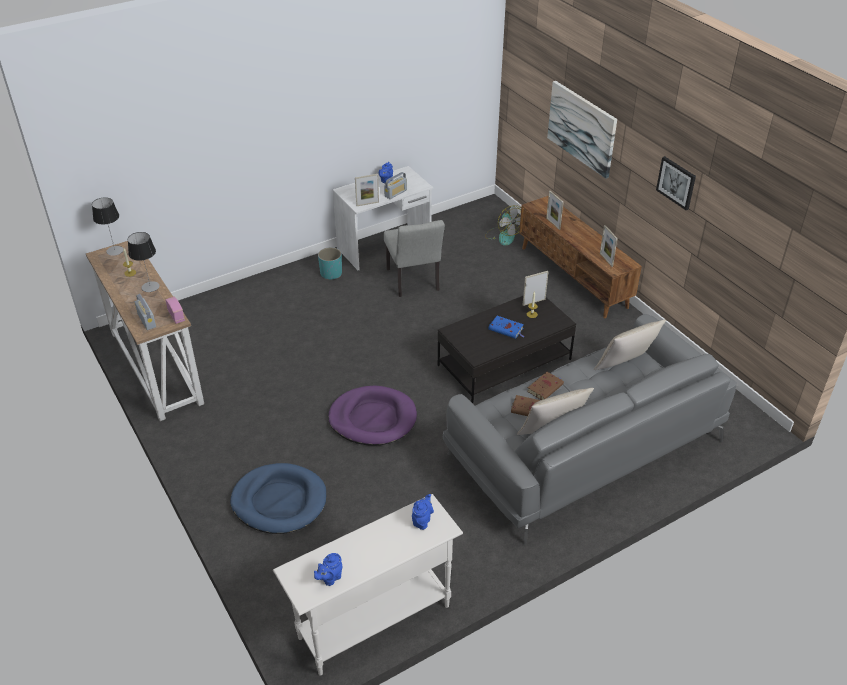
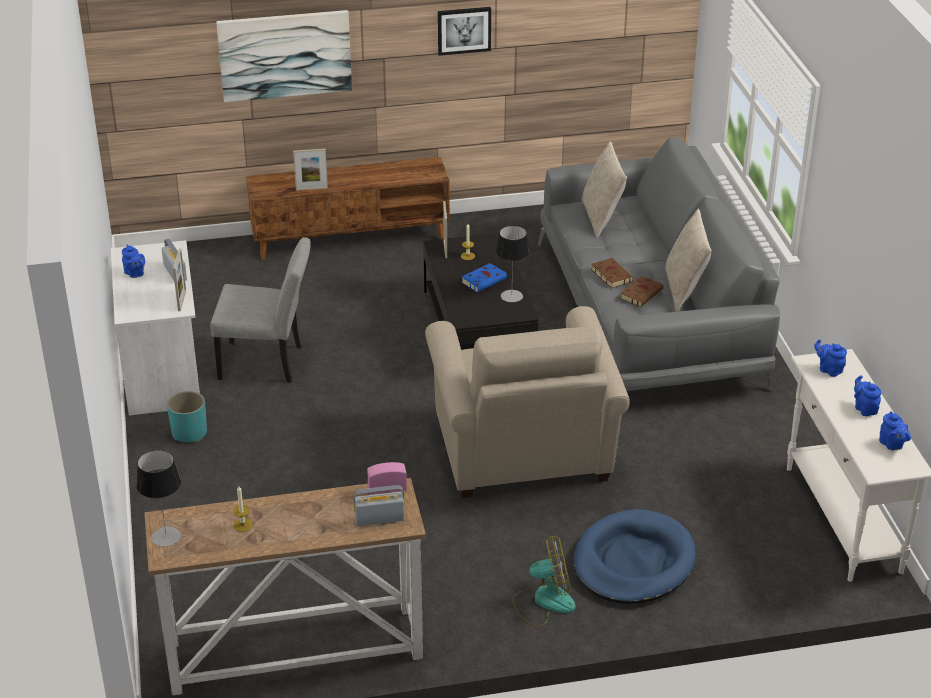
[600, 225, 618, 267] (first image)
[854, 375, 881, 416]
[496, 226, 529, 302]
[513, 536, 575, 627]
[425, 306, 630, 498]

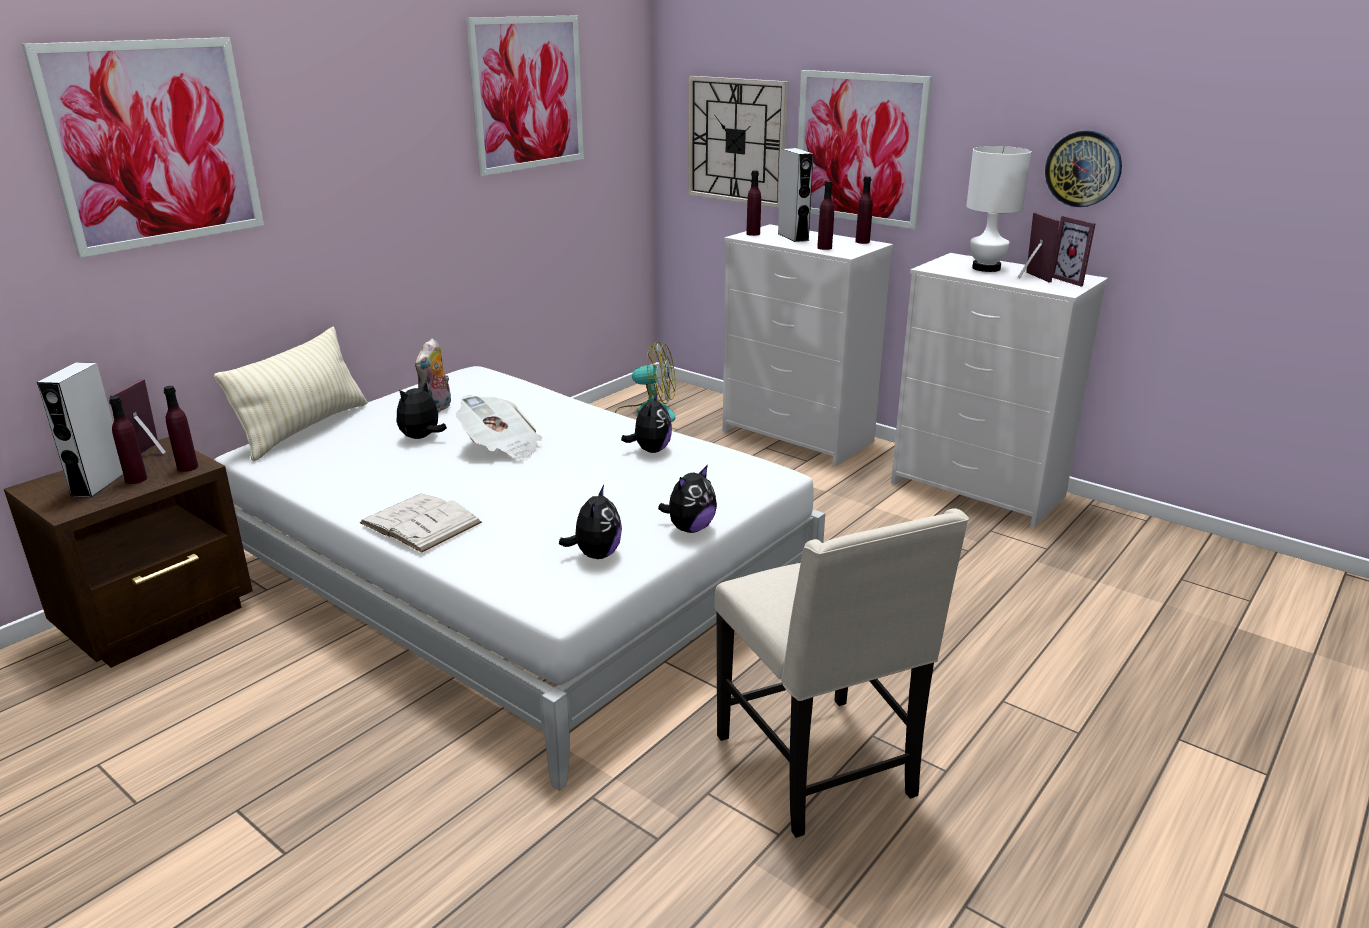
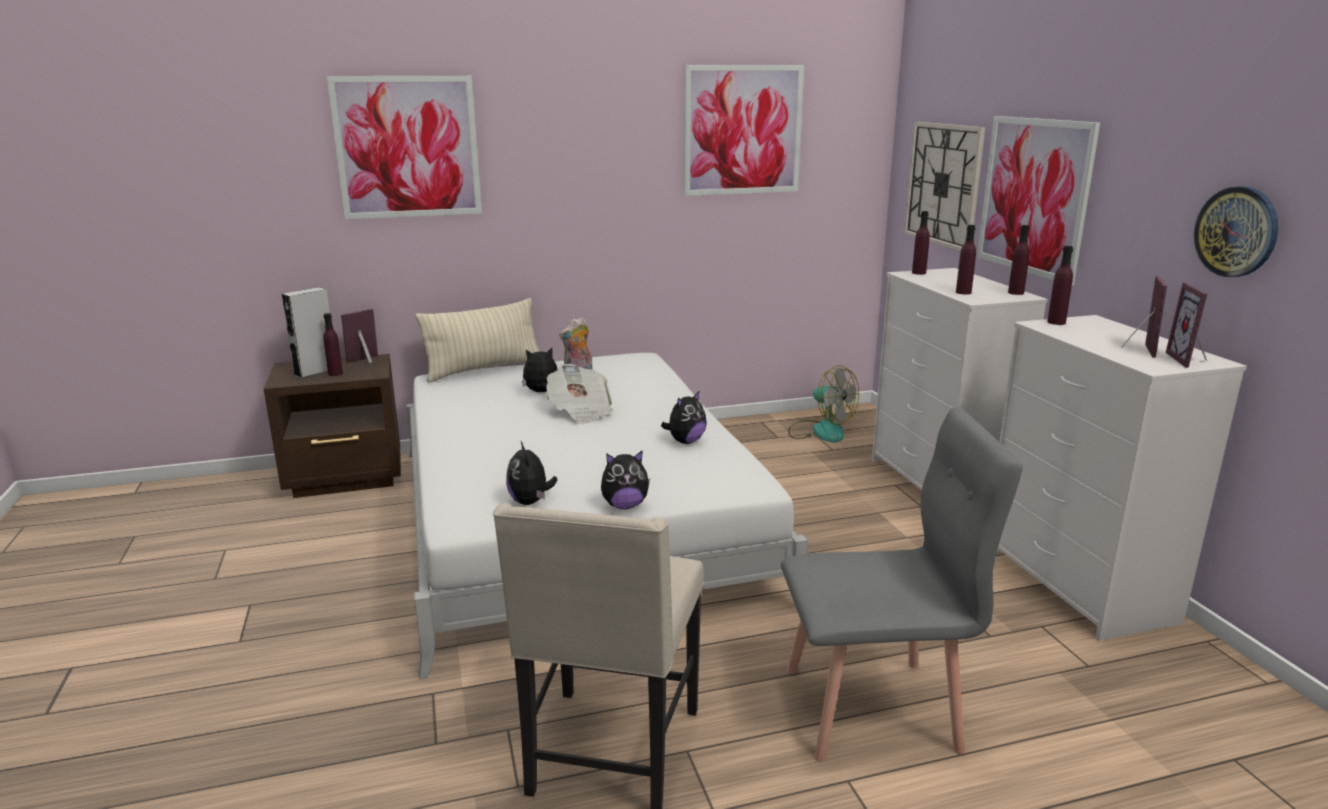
[360, 494, 482, 553] (first image)
[778, 148, 813, 242] (first image)
[966, 146, 1032, 272] (first image)
[781, 407, 1023, 762]
[1047, 246, 1073, 325]
[506, 440, 557, 505]

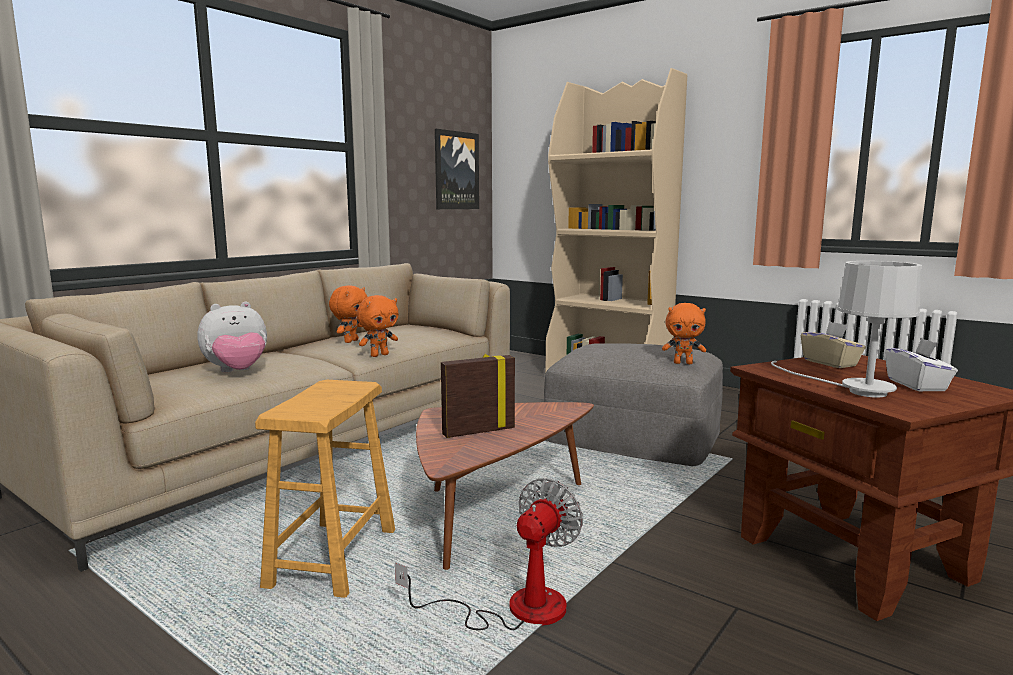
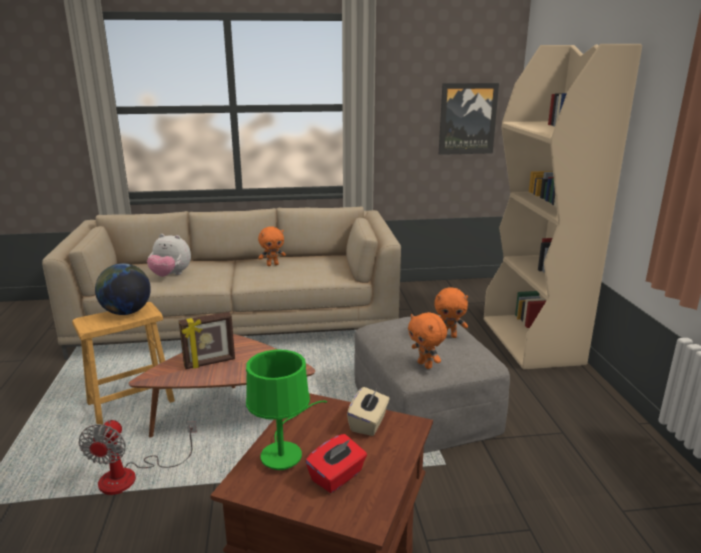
[95, 263, 151, 315]
[434, 287, 468, 338]
[246, 350, 327, 470]
[305, 434, 367, 493]
[78, 419, 197, 495]
[179, 312, 235, 369]

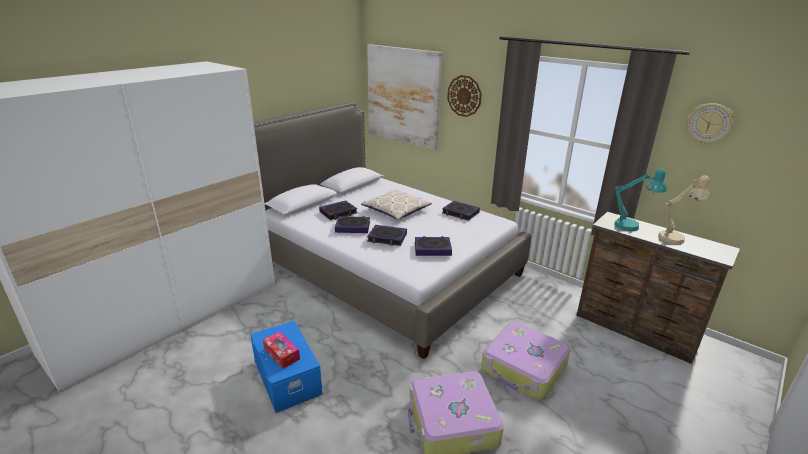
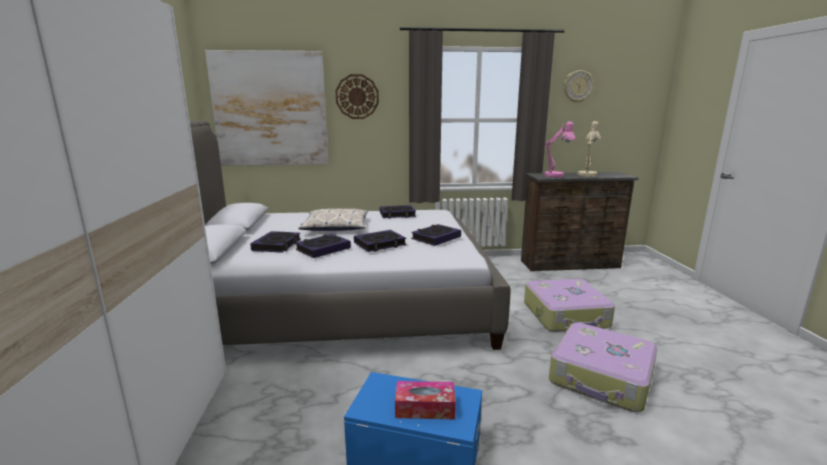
[544, 121, 576, 177]

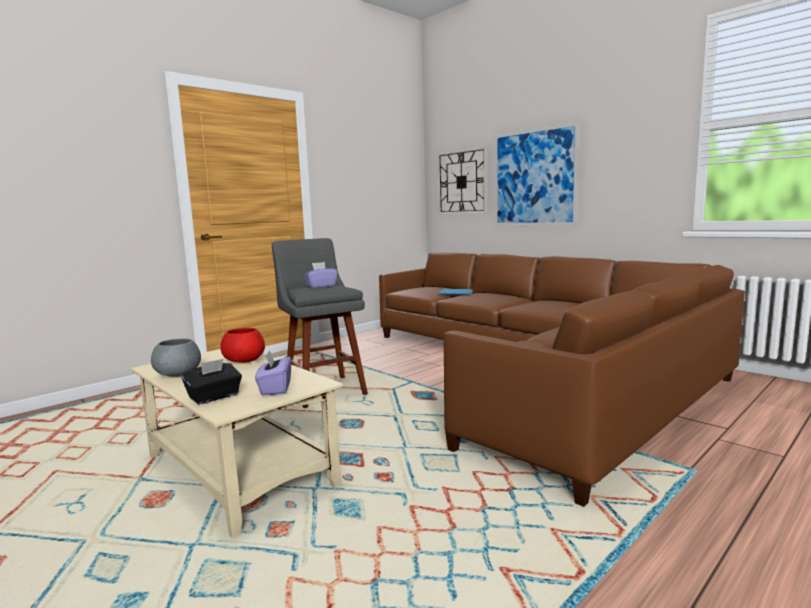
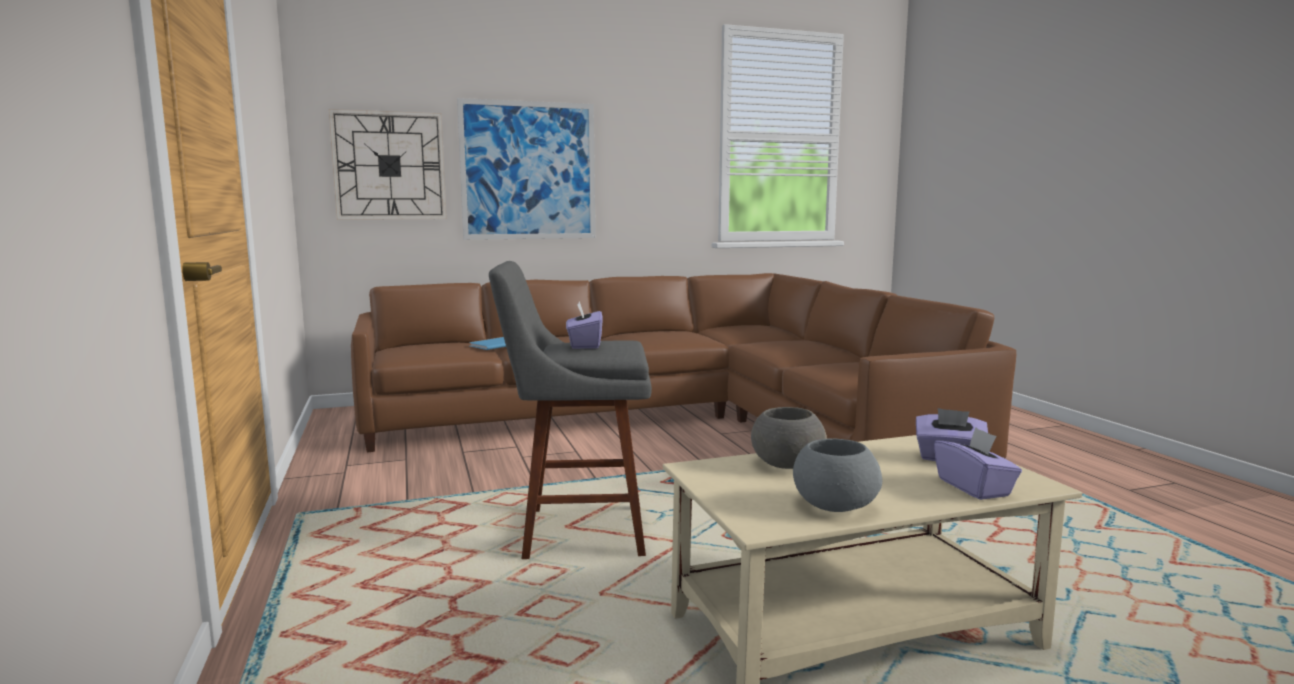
[934, 427, 1022, 500]
[751, 407, 827, 469]

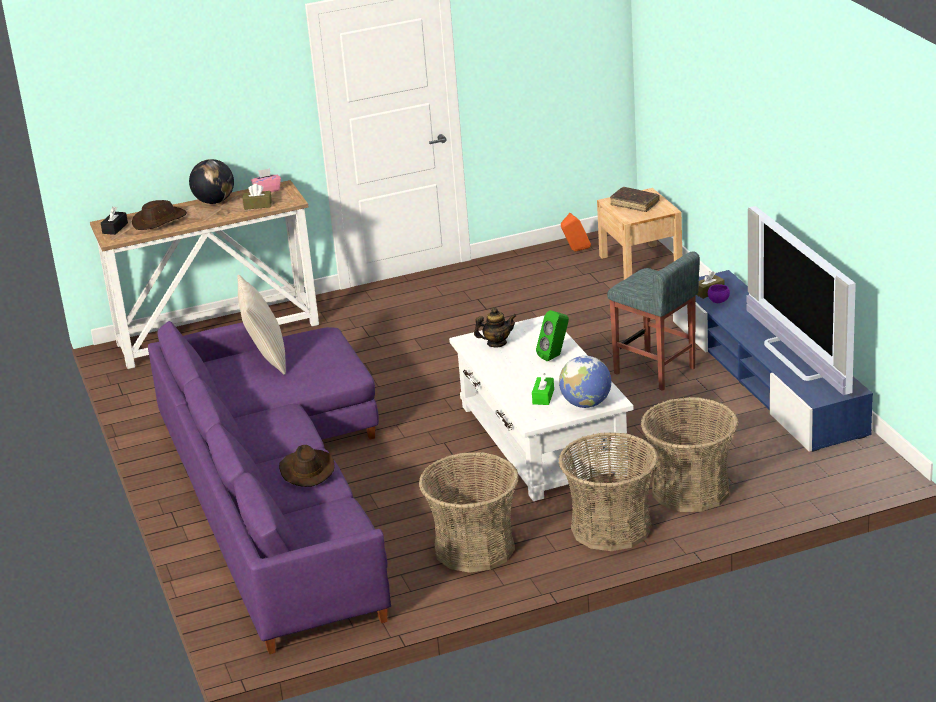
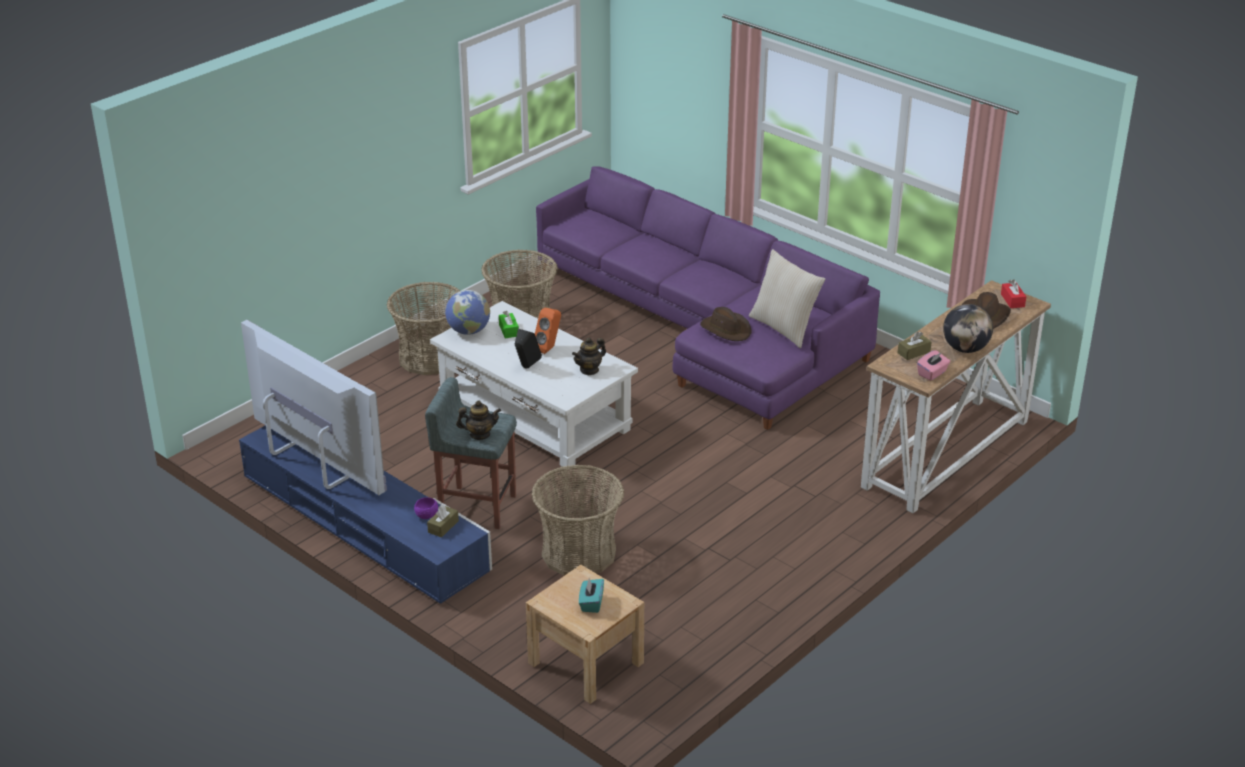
[456, 400, 501, 440]
[700, 307, 751, 341]
[535, 308, 561, 354]
[532, 465, 624, 576]
[579, 578, 604, 613]
[1001, 280, 1026, 308]
[515, 329, 542, 368]

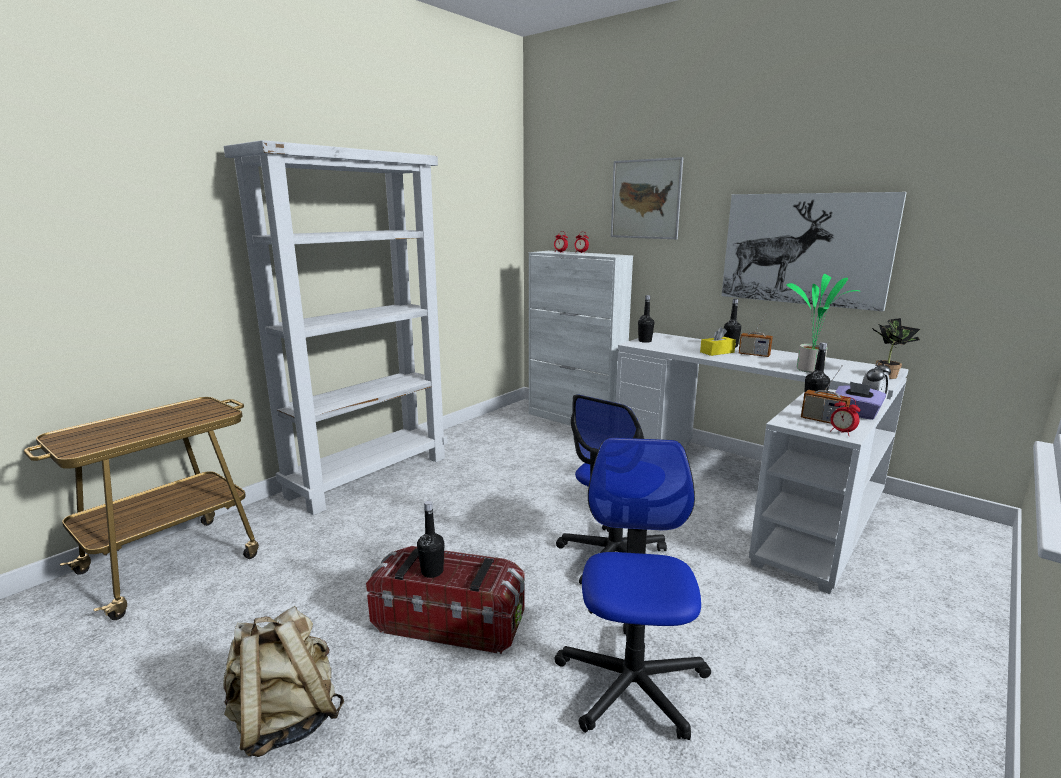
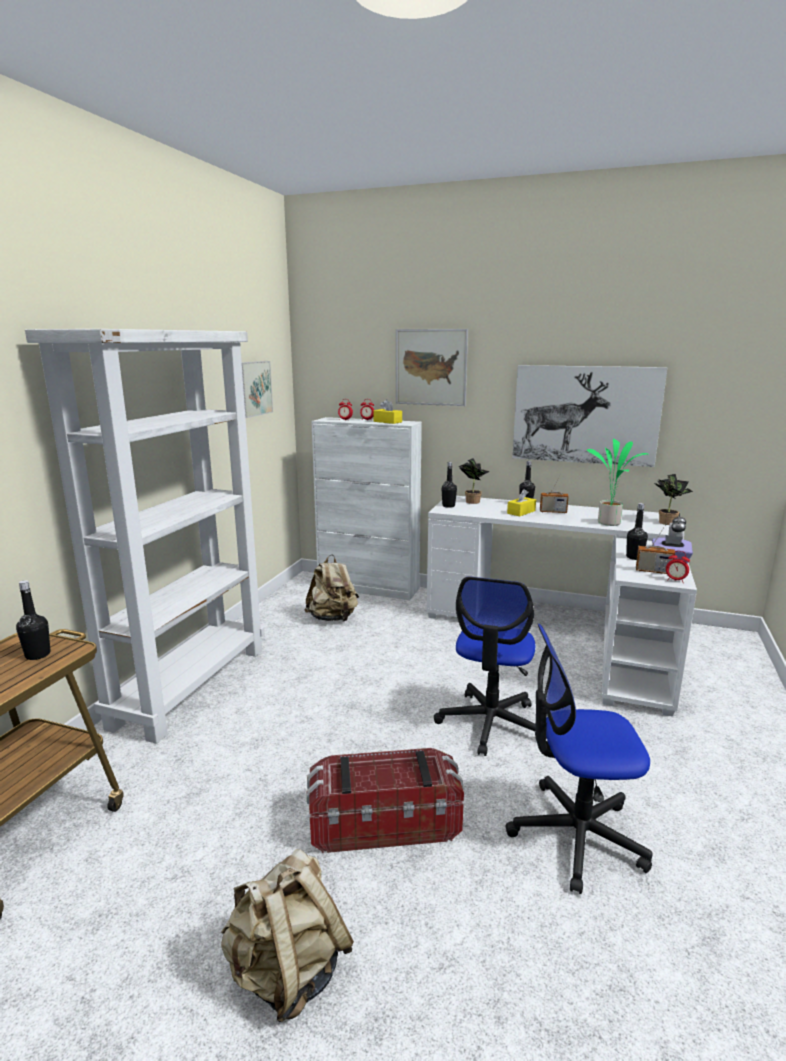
[242, 361, 273, 418]
[304, 554, 359, 621]
[373, 399, 402, 424]
[459, 458, 490, 504]
[16, 580, 51, 660]
[506, 624, 653, 894]

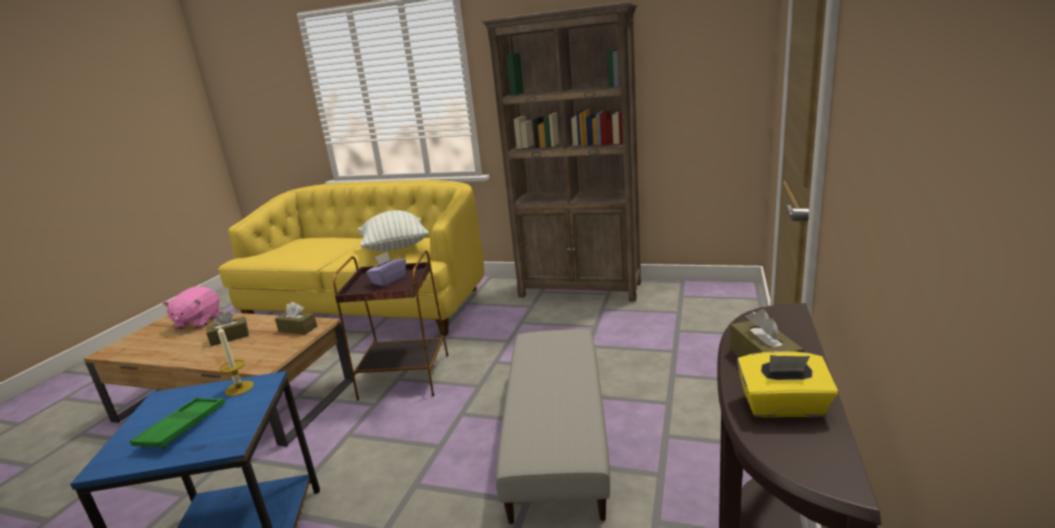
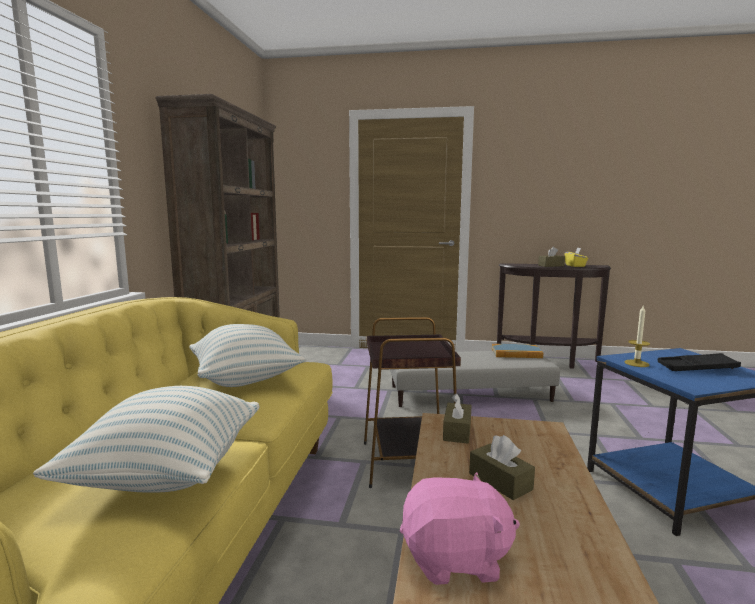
[366, 252, 406, 286] (first image)
[33, 386, 260, 493]
[492, 344, 543, 358]
[658, 353, 741, 371]

